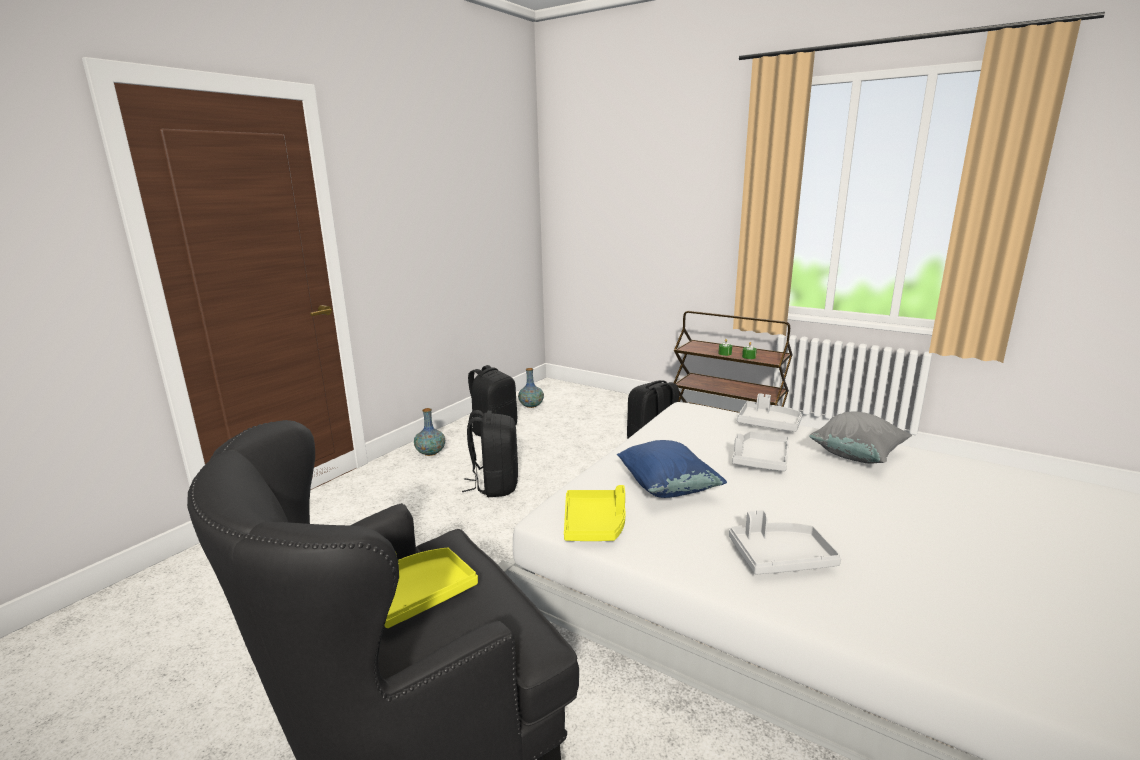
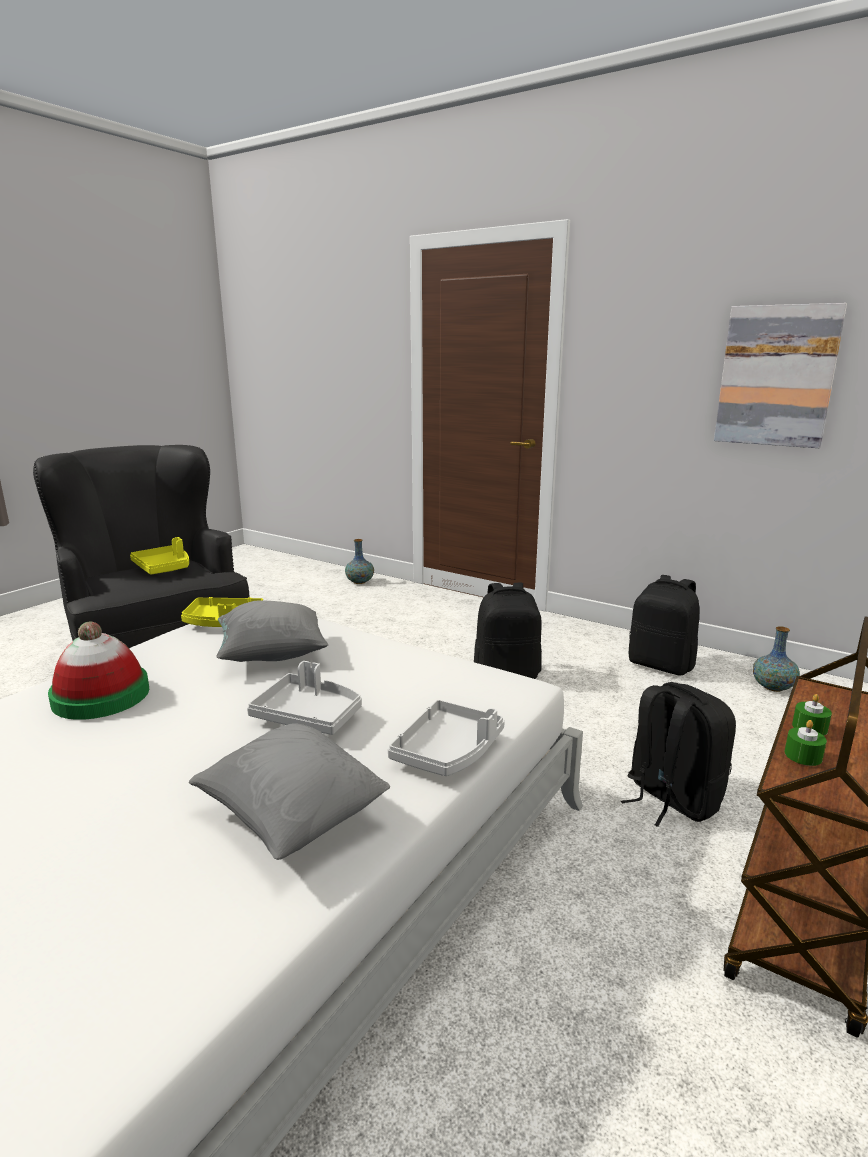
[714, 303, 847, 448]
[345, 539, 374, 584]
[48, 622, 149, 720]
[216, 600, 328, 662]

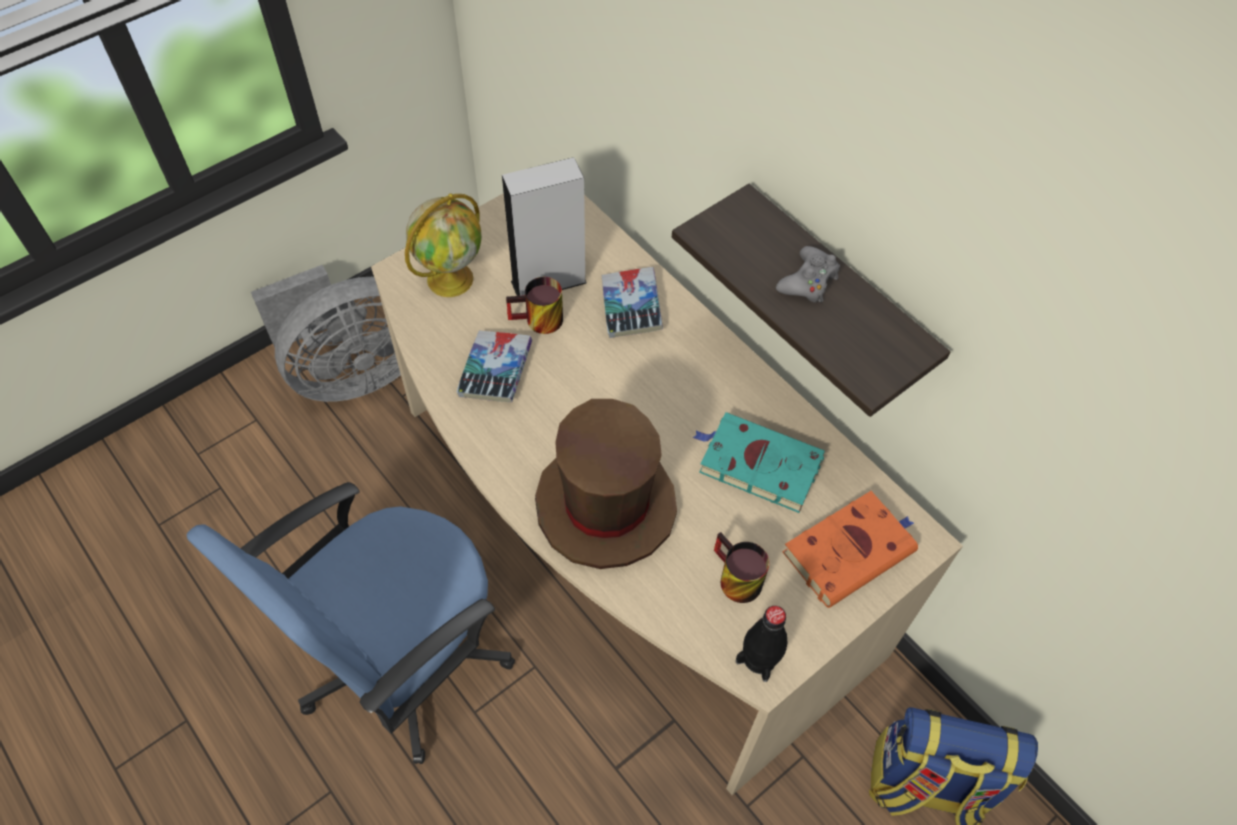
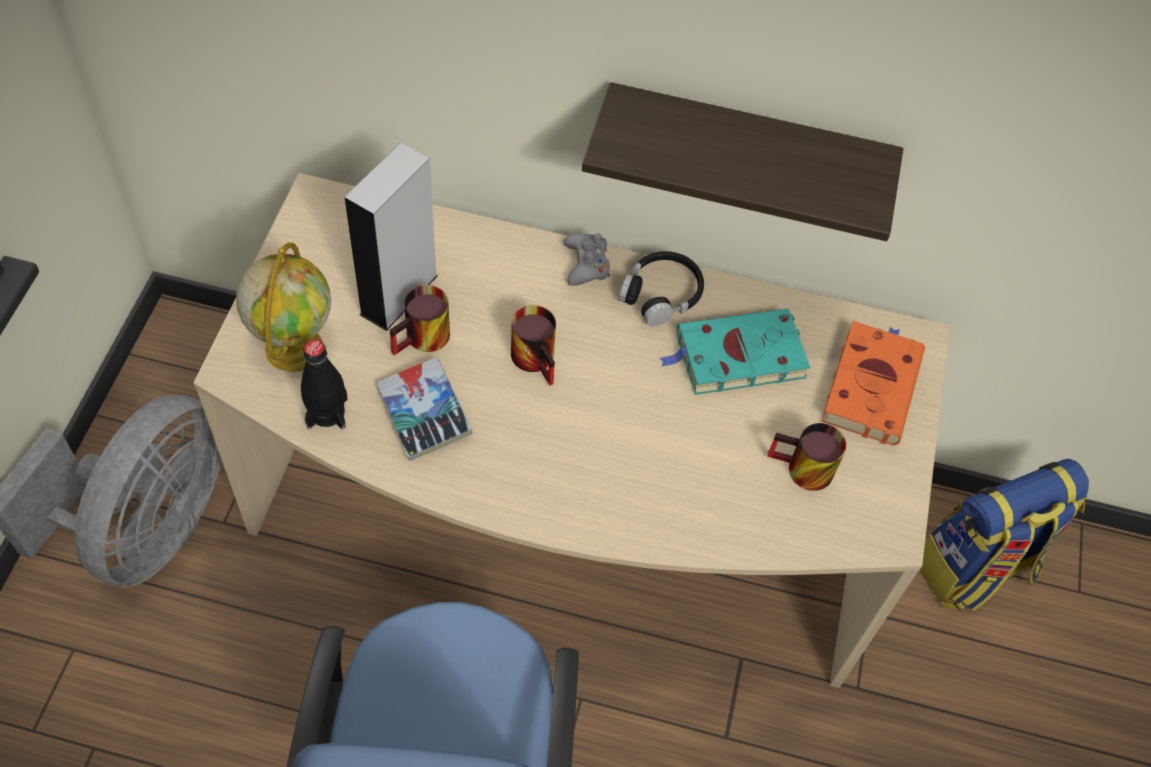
[535, 399, 677, 569] (first image)
[602, 267, 663, 338] (first image)
[511, 305, 556, 386]
[619, 251, 704, 326]
[301, 340, 348, 429]
[563, 233, 610, 286]

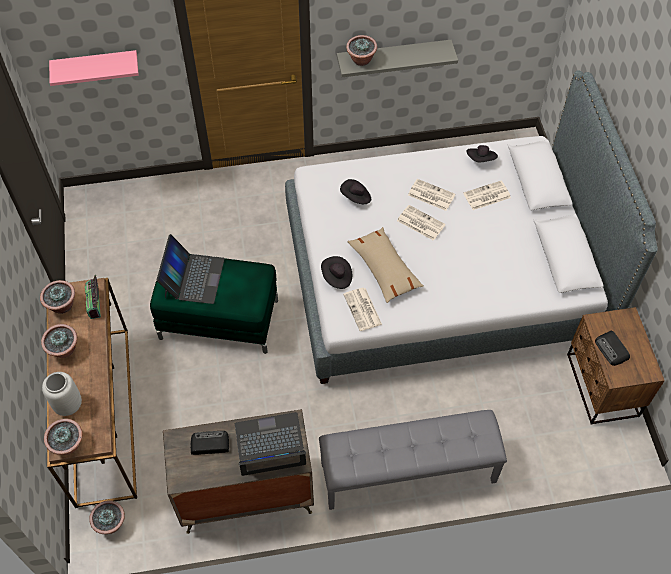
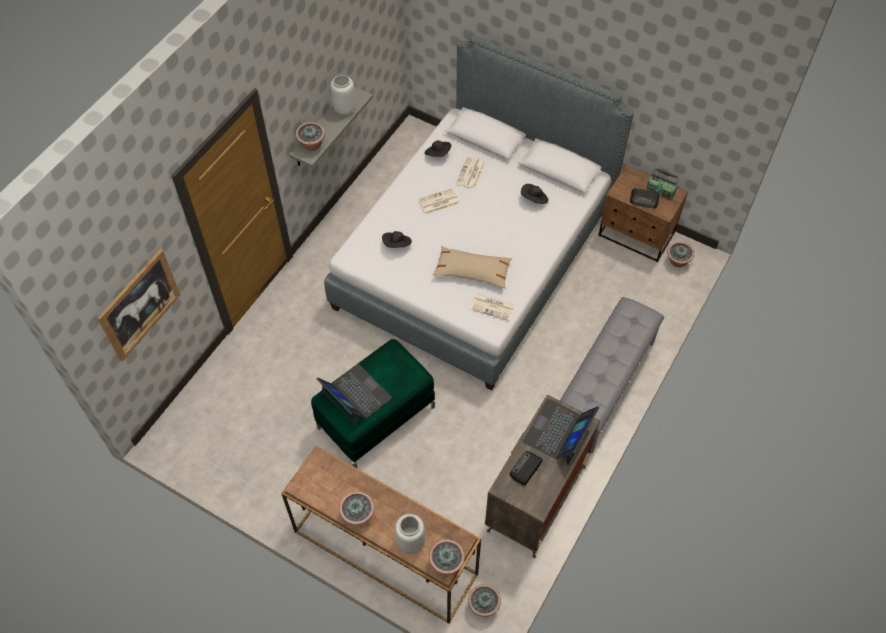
[397, 205, 446, 241] (first image)
[330, 75, 356, 115]
[667, 242, 694, 267]
[647, 168, 679, 199]
[521, 184, 548, 204]
[97, 249, 180, 362]

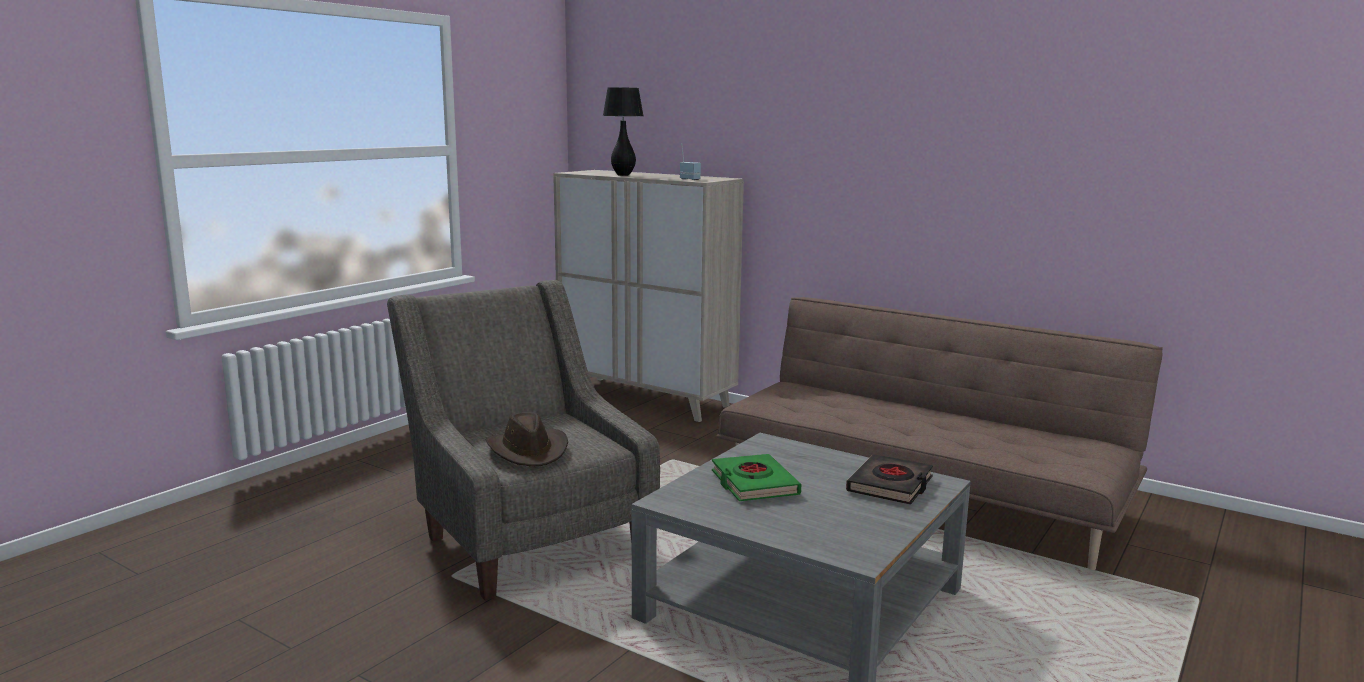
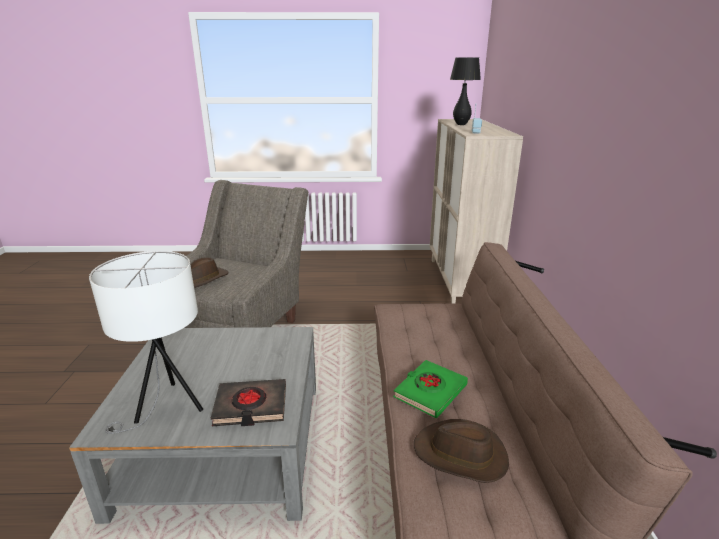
[89, 251, 203, 434]
[414, 419, 509, 483]
[393, 360, 468, 418]

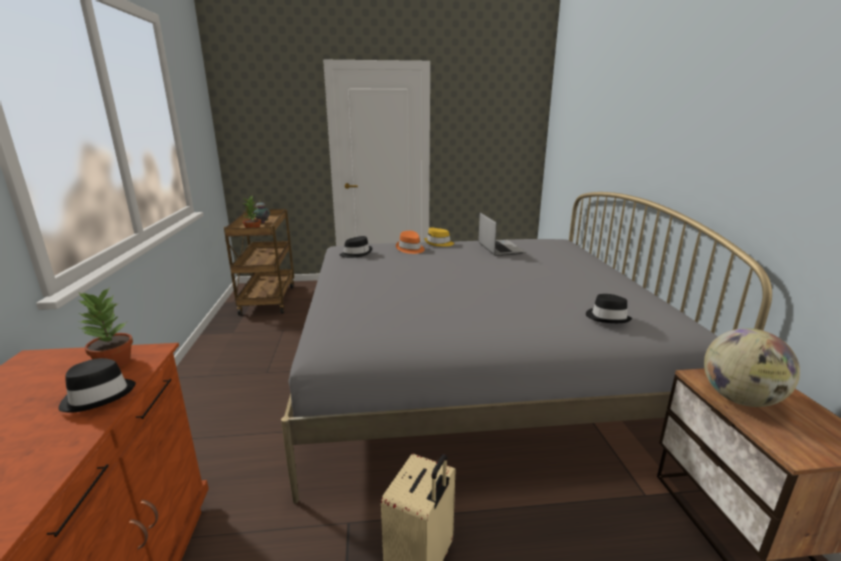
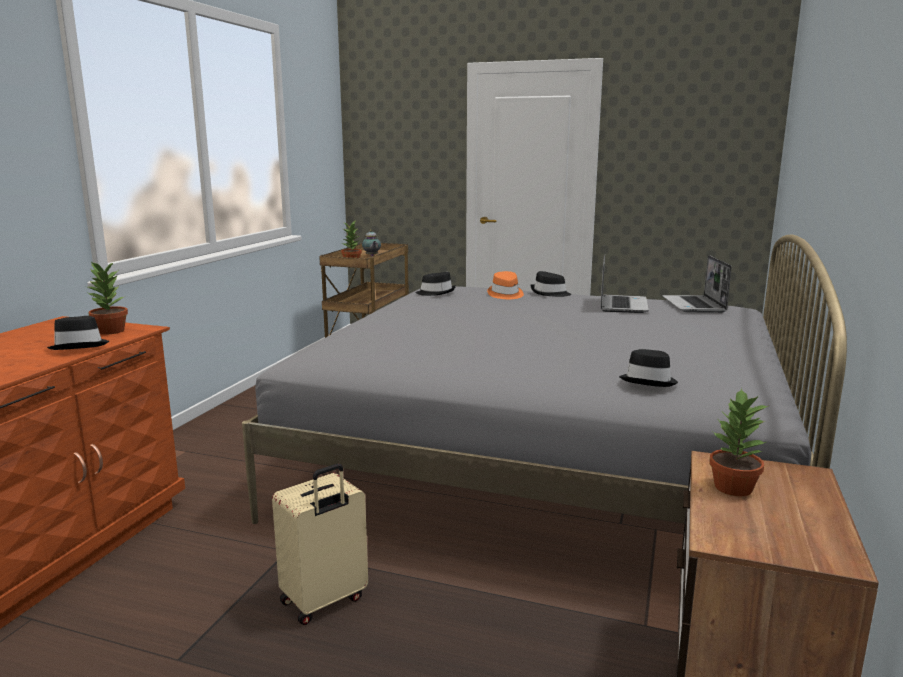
[662, 255, 732, 313]
[709, 388, 770, 496]
[530, 271, 571, 297]

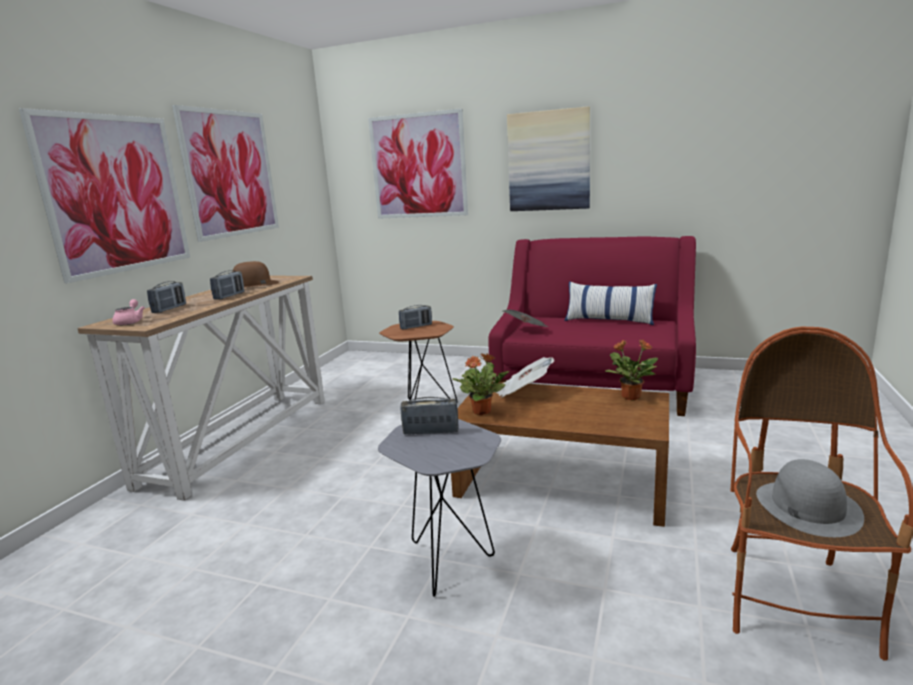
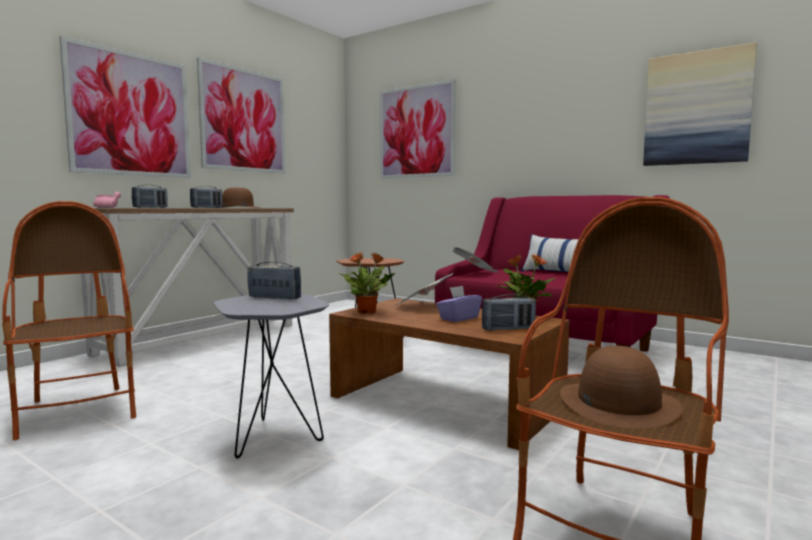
[2, 201, 136, 440]
[436, 286, 482, 322]
[482, 294, 536, 331]
[643, 42, 757, 166]
[560, 346, 683, 429]

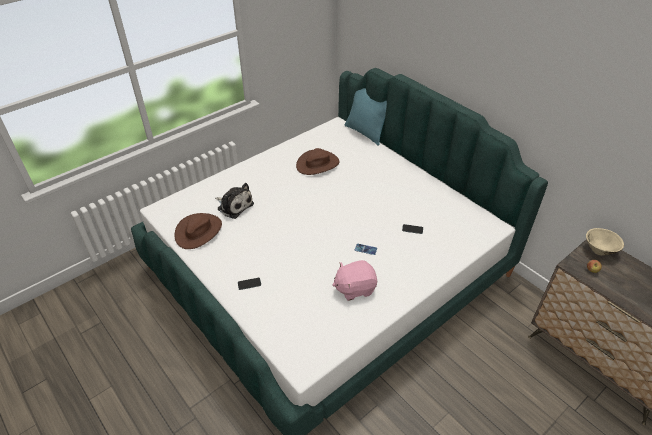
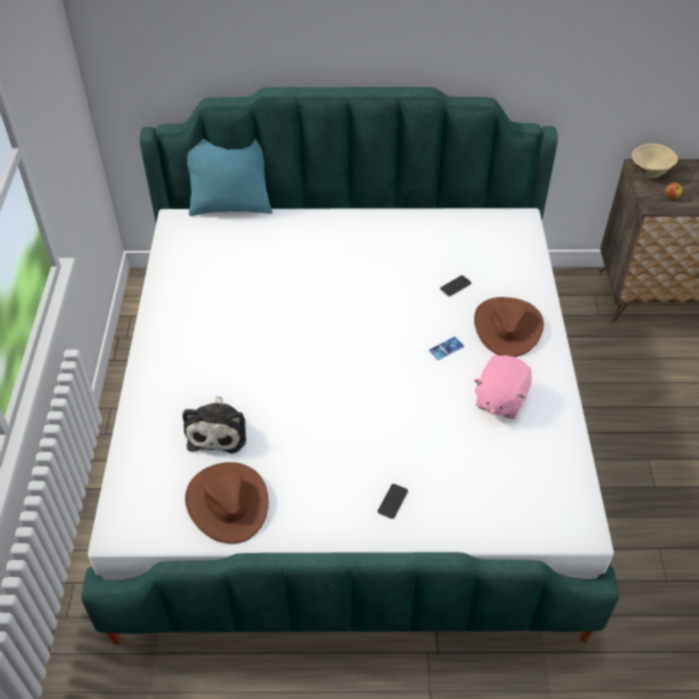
[474, 297, 544, 357]
[182, 396, 246, 454]

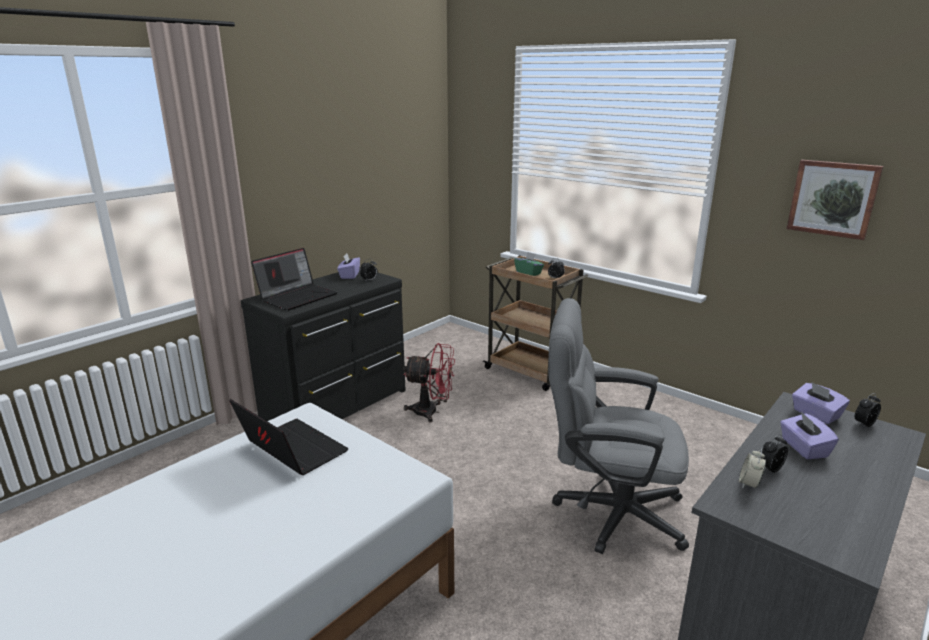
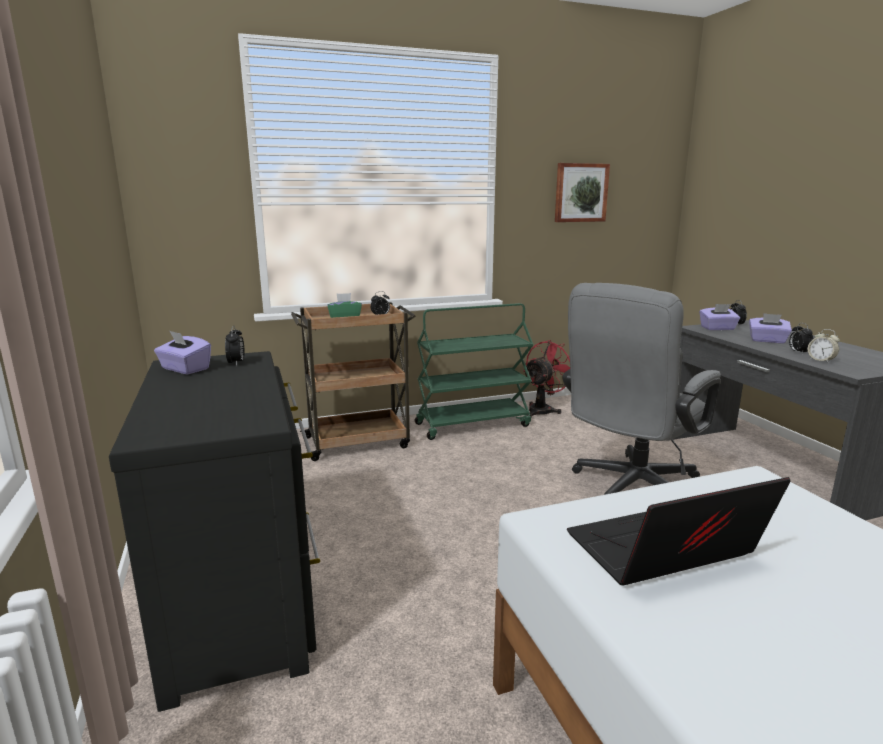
[251, 248, 338, 311] (first image)
[415, 303, 534, 440]
[523, 340, 570, 417]

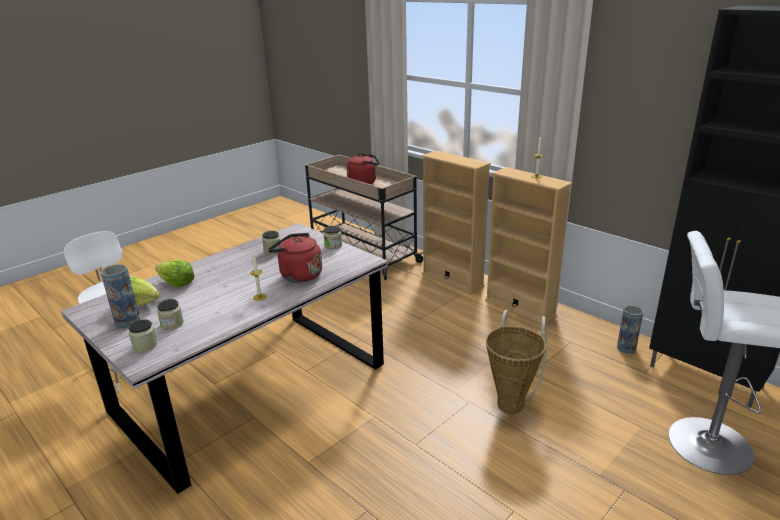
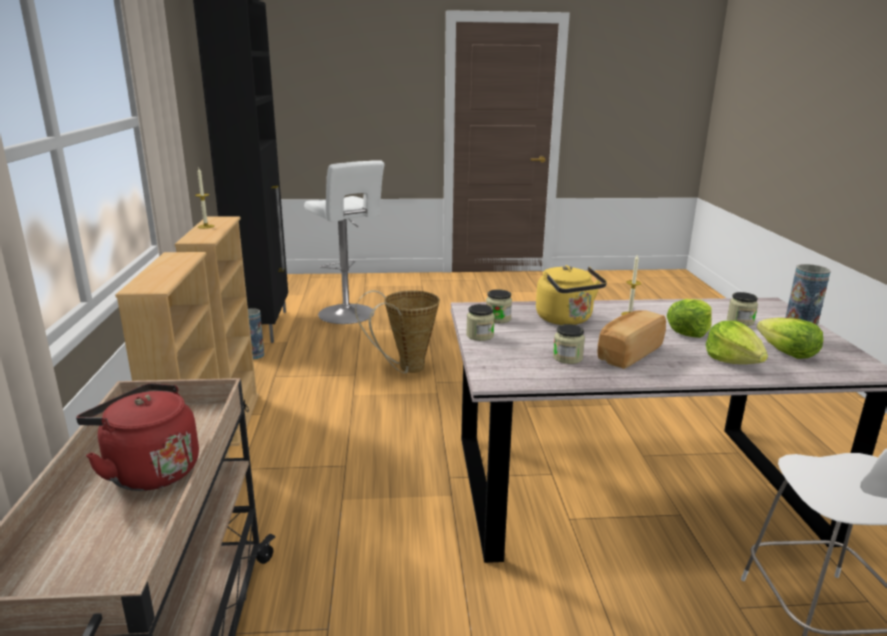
[598, 310, 666, 369]
[667, 299, 712, 338]
[486, 289, 512, 323]
[536, 265, 607, 325]

